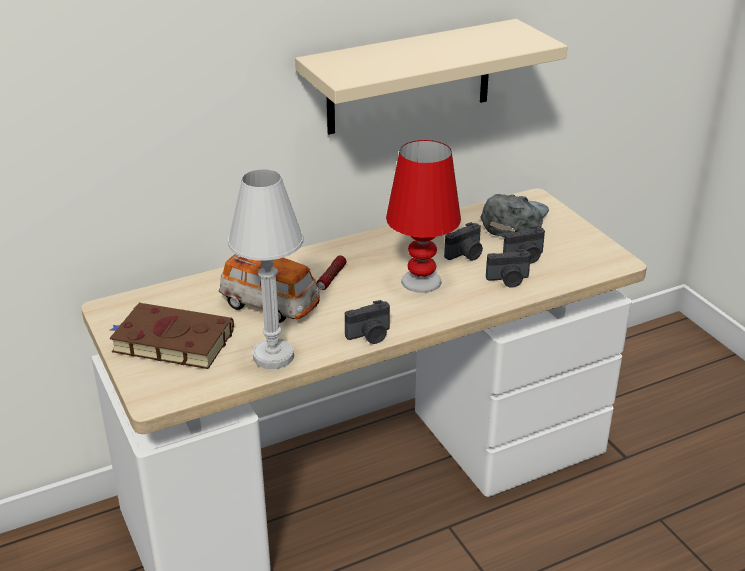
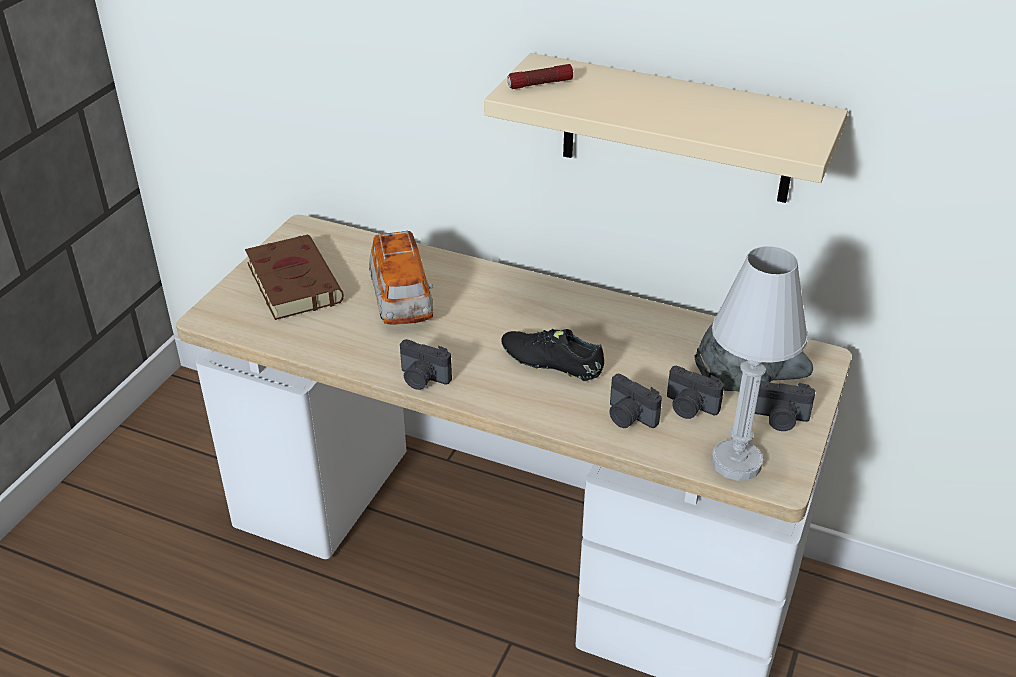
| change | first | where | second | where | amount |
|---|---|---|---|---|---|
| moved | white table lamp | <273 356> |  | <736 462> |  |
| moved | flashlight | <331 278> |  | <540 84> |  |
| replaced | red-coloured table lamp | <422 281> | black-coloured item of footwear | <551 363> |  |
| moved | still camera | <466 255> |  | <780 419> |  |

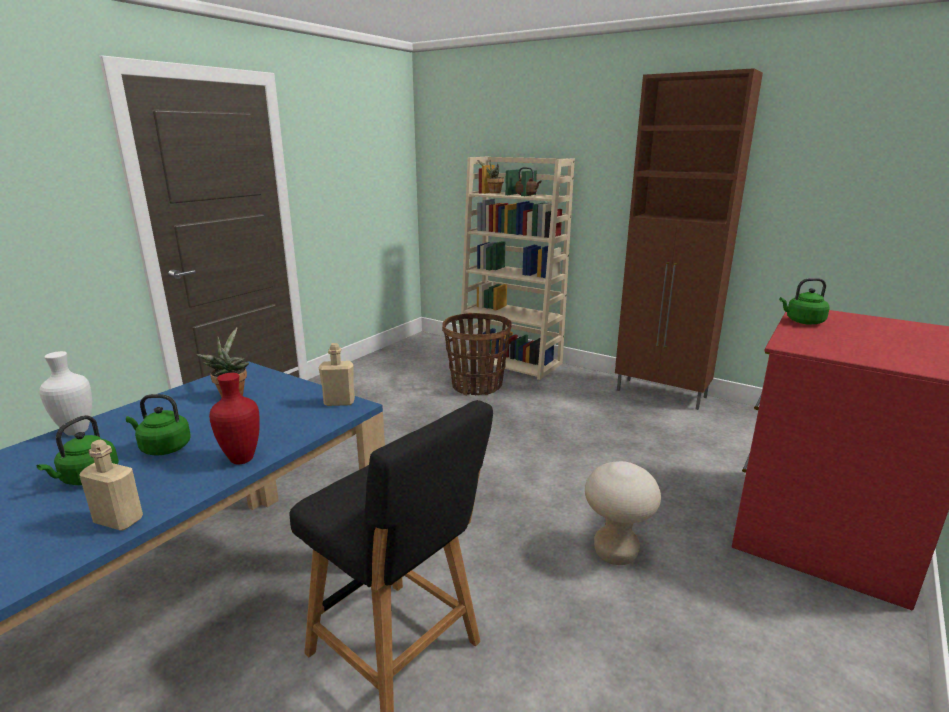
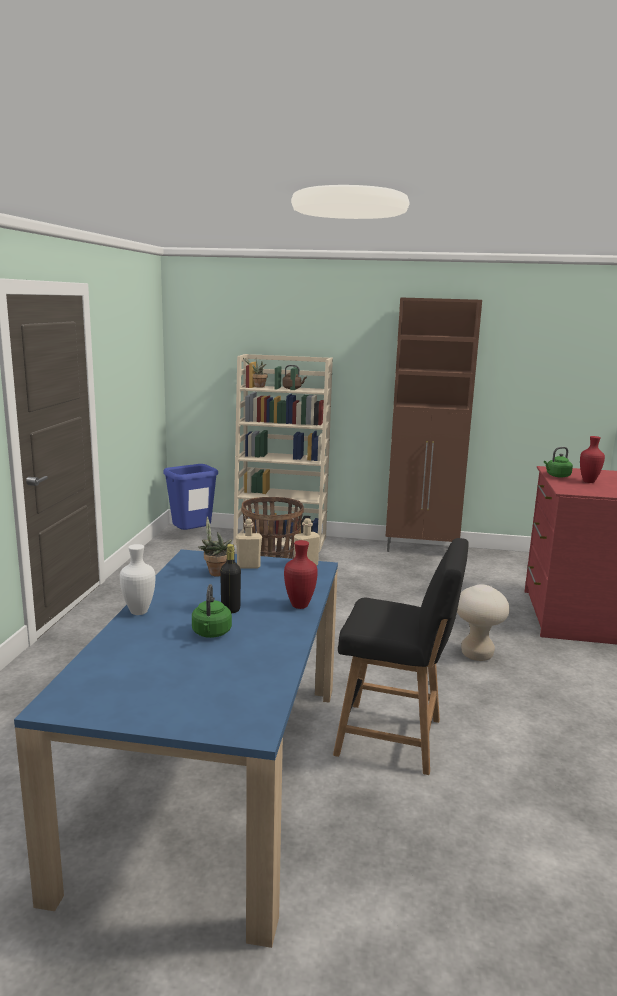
| change | first | where | second | where | amount |
|---|---|---|---|---|---|
| moved | beige-coloured beverage bottle | <119 521> |  | <248 566> |  |
| replaced | greenish tea kettle | <163 448> | black-coloured beverage bottle | <230 609> |  |
| added |  |  | blue-coloured trash can | <191 536> |  |
| added |  |  | red-coloured decorative vase | <589 482> |  |

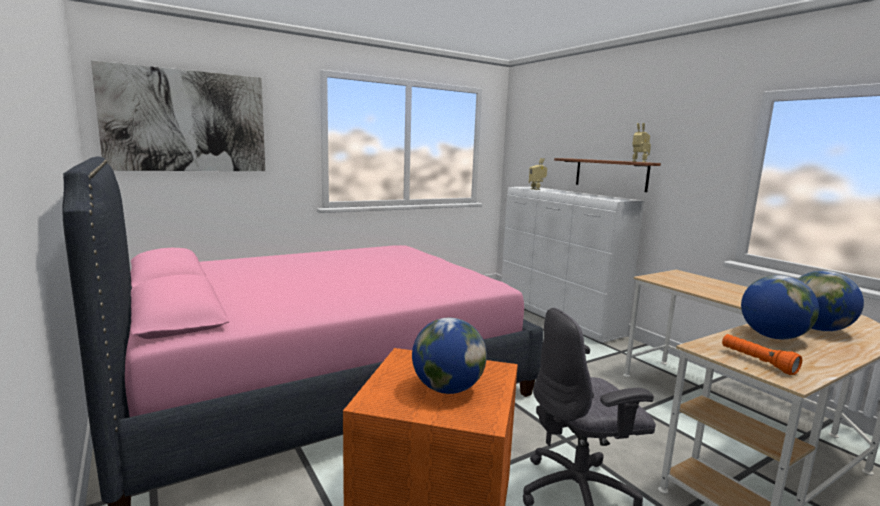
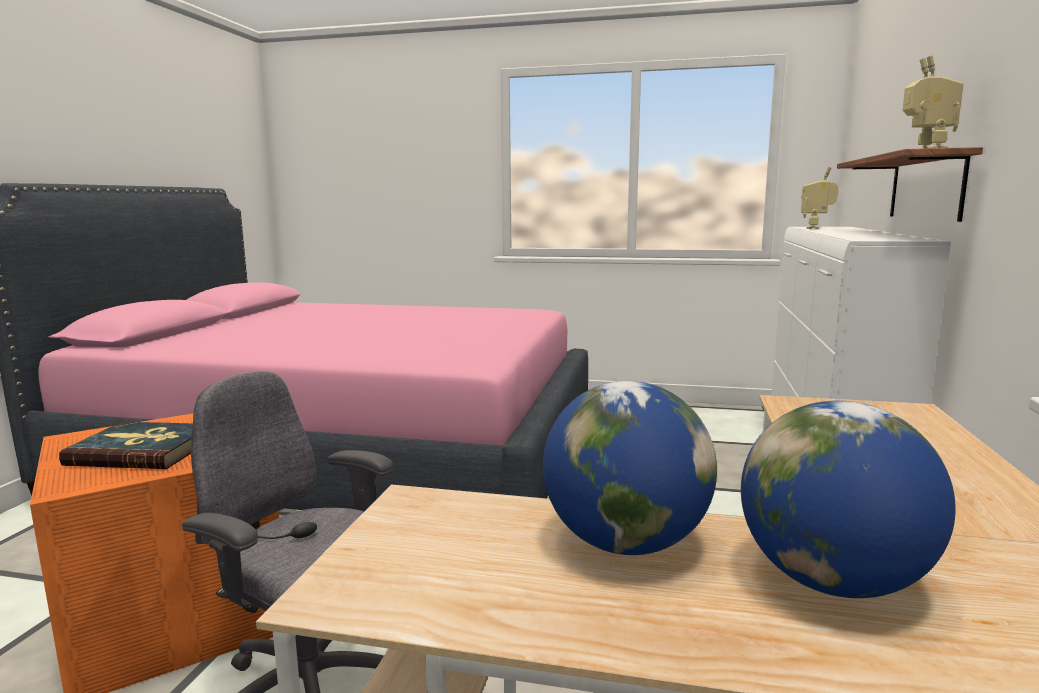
| change | first | where | second | where | amount |
|---|---|---|---|---|---|
| removed | wall picture | <186 121> |  |  |  |
| replaced | world globe | <447 389> | volume | <143 451> |  |
| removed | orangey flashlight | <757 361> |  |  |  |

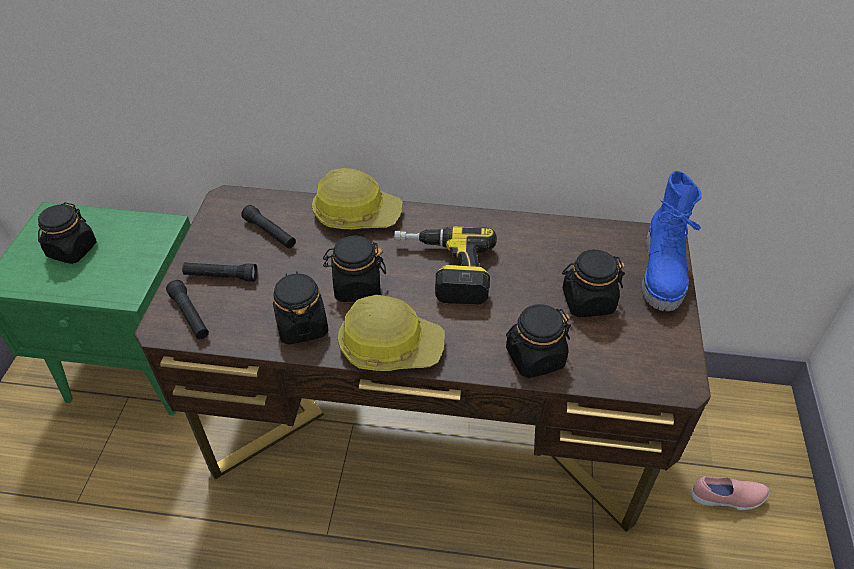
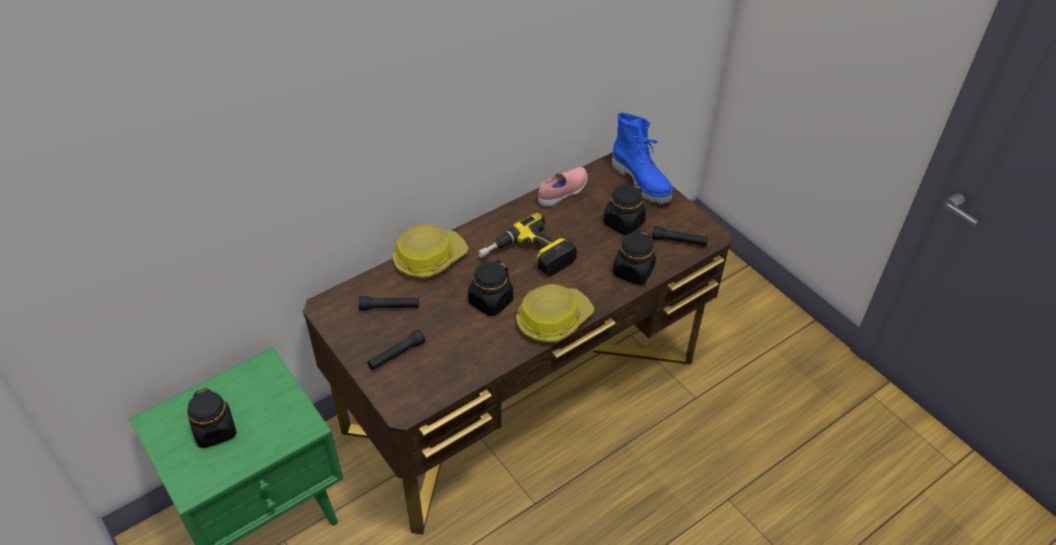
| change | first | where | second | where | amount |
|---|---|---|---|---|---|
| moved | black-coloured flashlight | <190 315> |  | <679 241> |  |
| removed | black-coloured storage jar | <302 325> |  |  |  |
| moved | pink item of footwear | <727 498> |  | <563 193> |  |

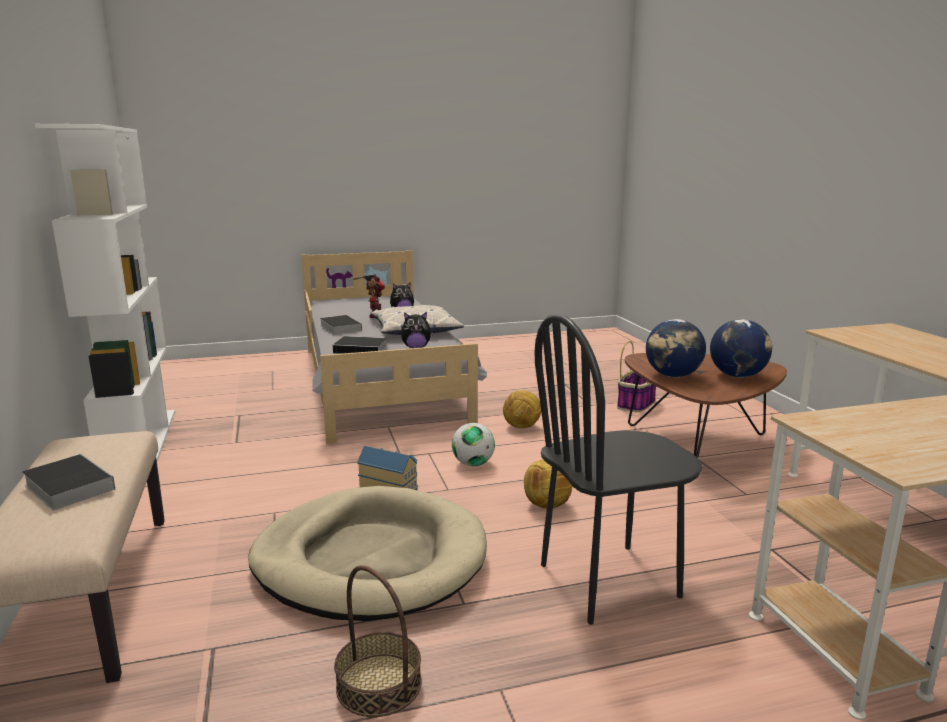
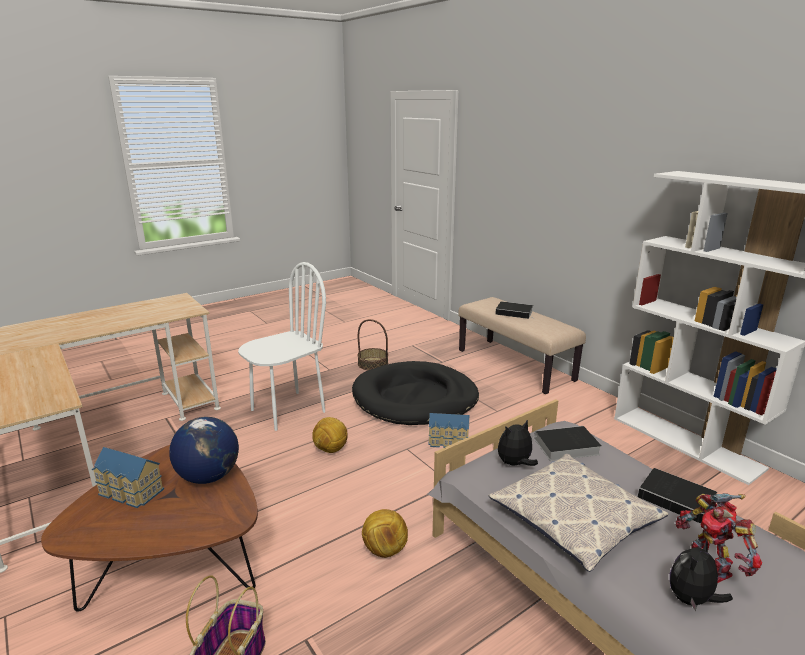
| change | first | where | second | where | amount |
|---|---|---|---|---|---|
| recoloured | beige-coloured dog bed | <370 559> | black-coloured dog bed | <415 398> |  |
| removed | ball for football | <473 464> |  |  |  |
| recoloured | black-coloured upright chair | <609 581> | white upright chair | <287 410> |  |
| replaced | world globe | <737 375> | toy house | <130 492> |  |

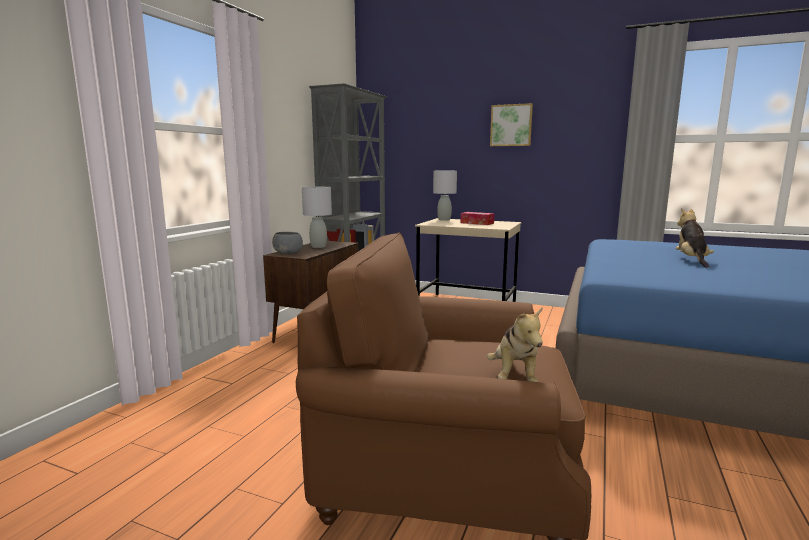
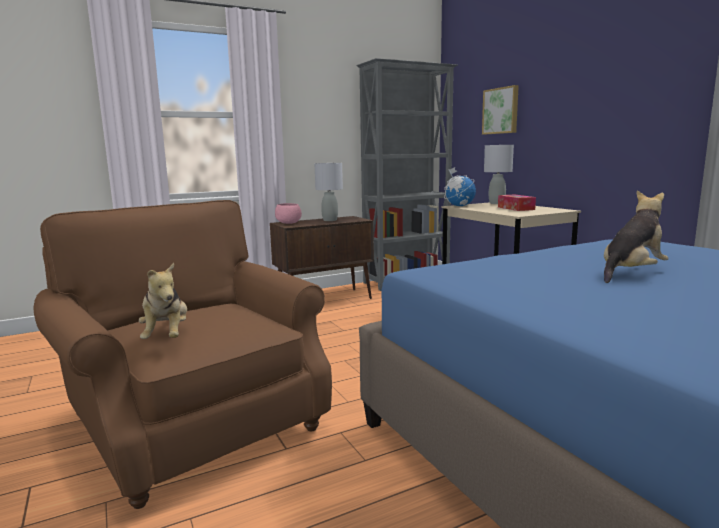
| change | first | where | second | where | amount |
|---|---|---|---|---|---|
| recoloured | gray deep dish | <288 253> | pink deep dish | <288 223> |  |
| turned | soft toy | <514 377> |  | <167 336> | 60 degrees counterclockwise |
| moved | wall picture | <511 125> |  | <501 111> |  |
| added |  |  | world globe | <459 206> |  |

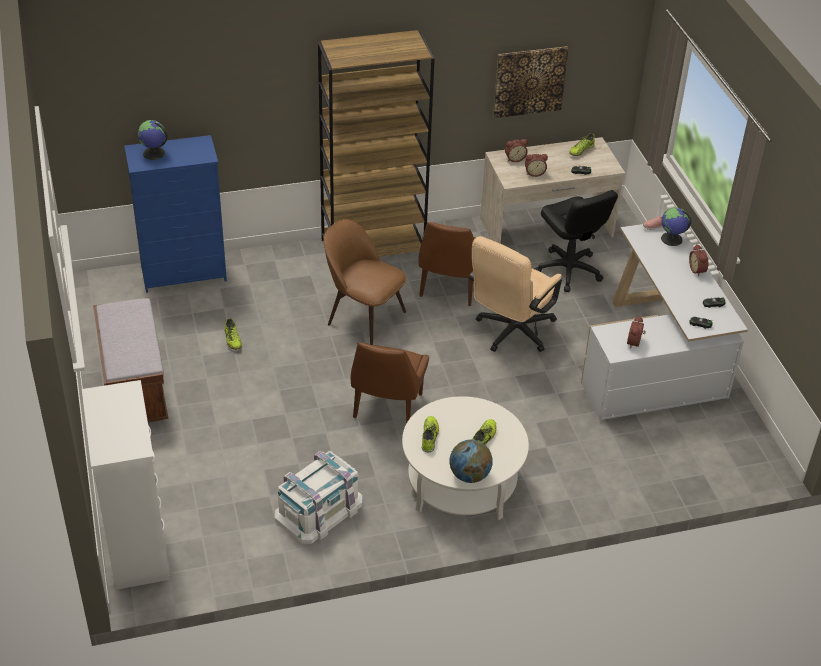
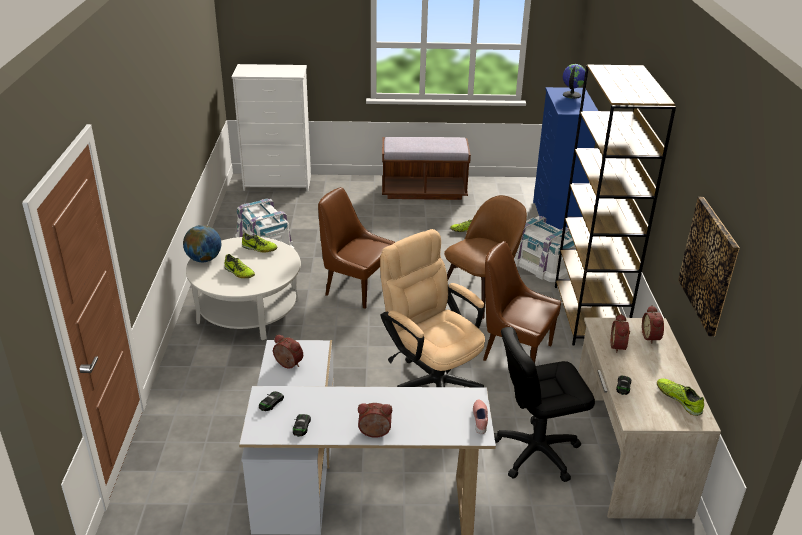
| change | first | where | second | where | amount |
|---|---|---|---|---|---|
| removed | world globe | <671 239> |  |  |  |
| added |  |  | white storage bin | <541 263> |  |

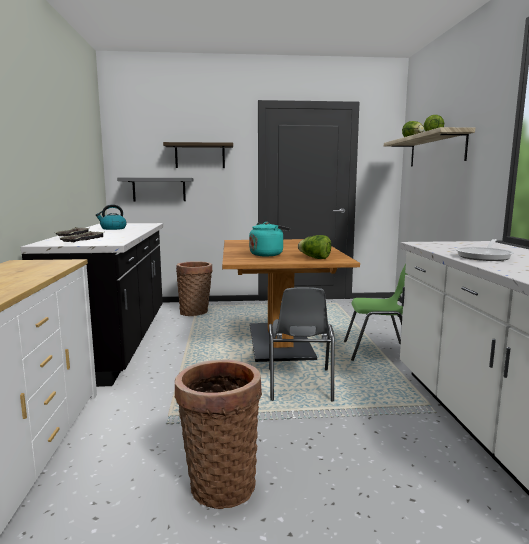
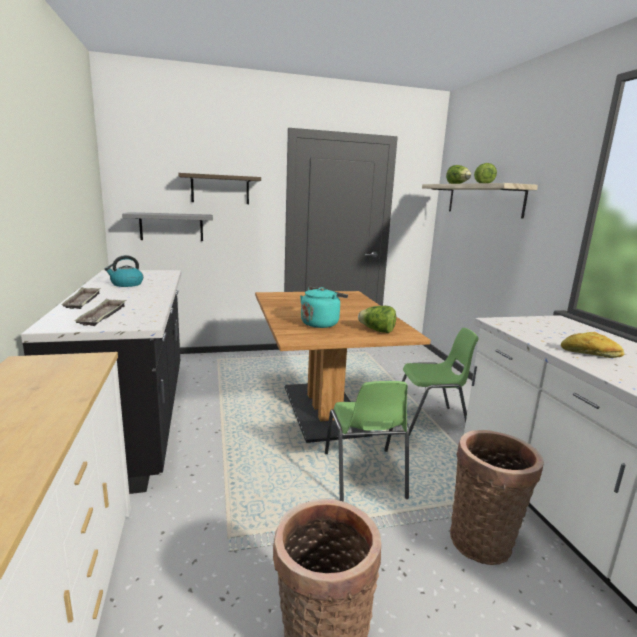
| change | first | where | second | where | amount |
|---|---|---|---|---|---|
| moved | basket | <195 312> |  | <483 539> |  |
| recoloured | gray upright chair | <299 385> | greenish upright chair | <364 476> |  |
| replaced | skillet | <485 256> | bread | <590 354> |  |

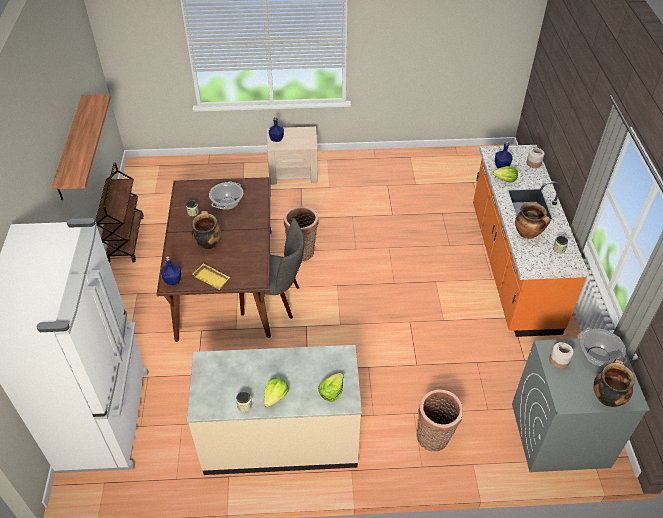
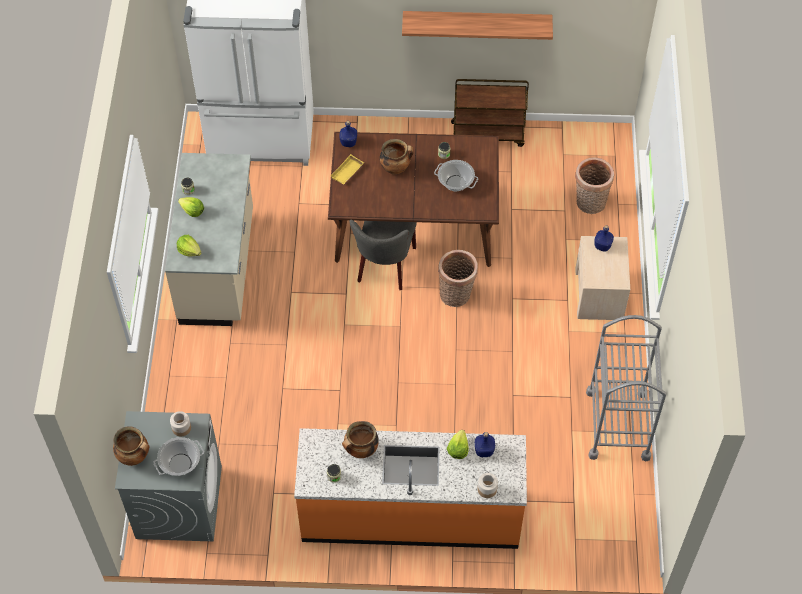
| change | first | where | second | where | amount |
|---|---|---|---|---|---|
| moved | basket | <434 438> |  | <589 204> |  |
| added |  |  | gray trolley | <618 424> |  |

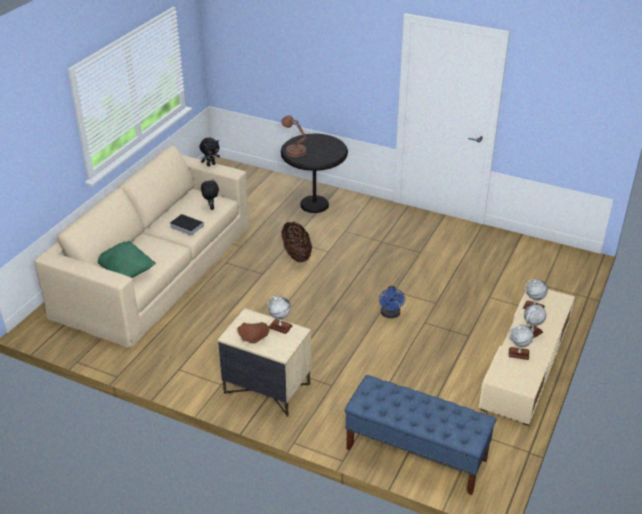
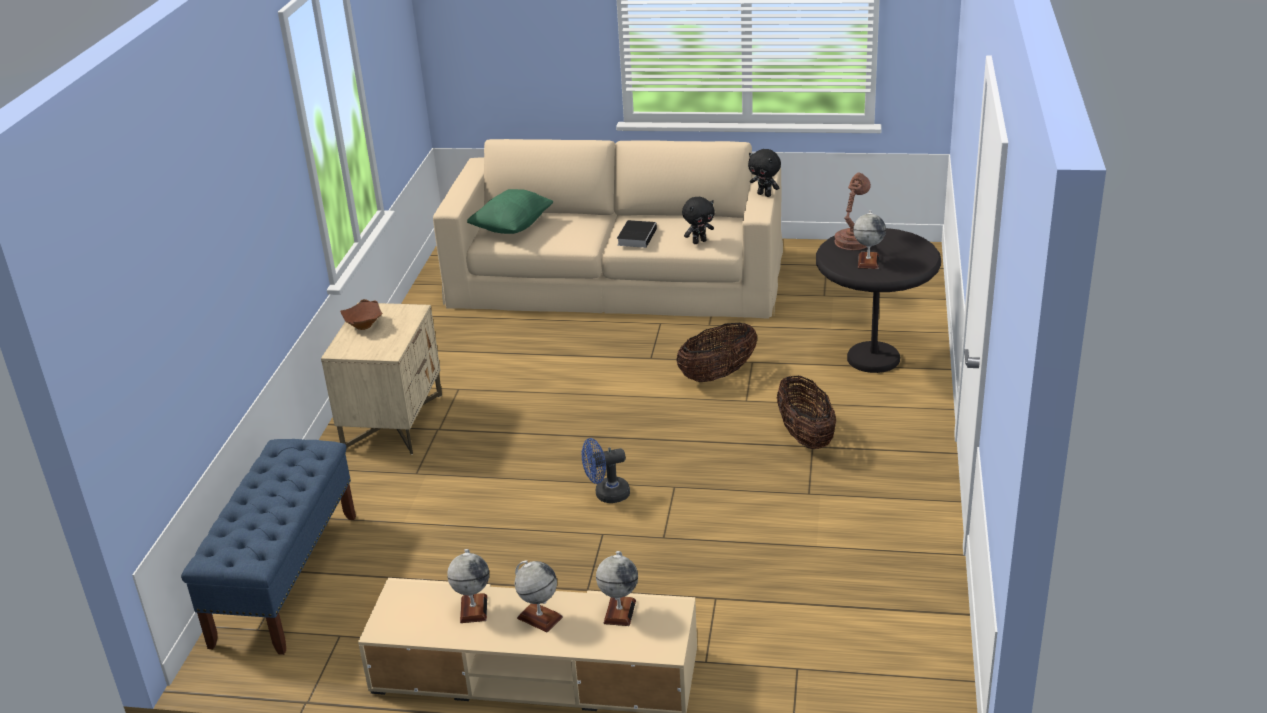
| change | first | where | second | where | amount |
|---|---|---|---|---|---|
| moved | world globe | <280 326> |  | <868 261> |  |
| added |  |  | basket | <805 436> |  |

